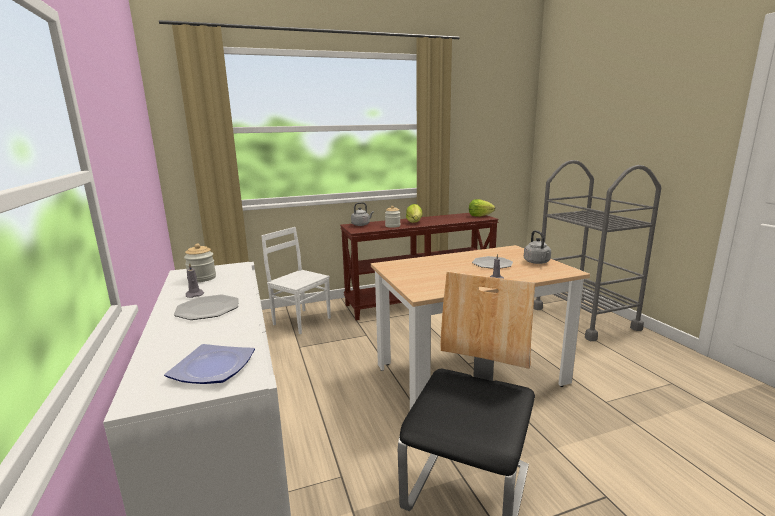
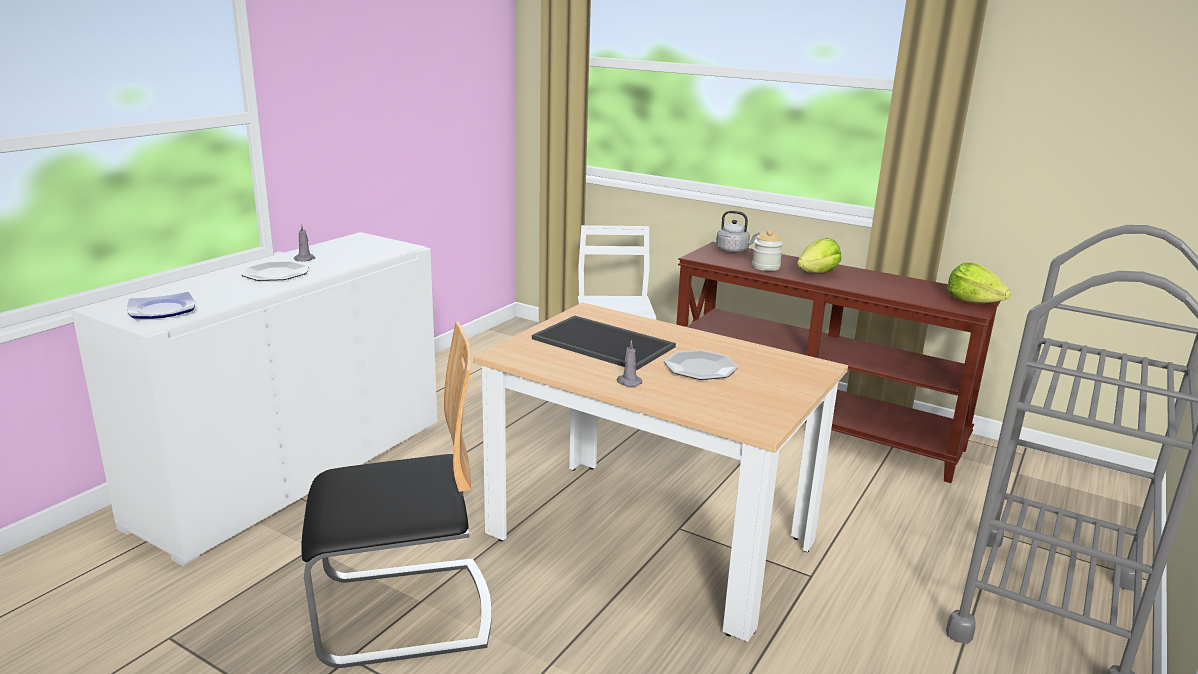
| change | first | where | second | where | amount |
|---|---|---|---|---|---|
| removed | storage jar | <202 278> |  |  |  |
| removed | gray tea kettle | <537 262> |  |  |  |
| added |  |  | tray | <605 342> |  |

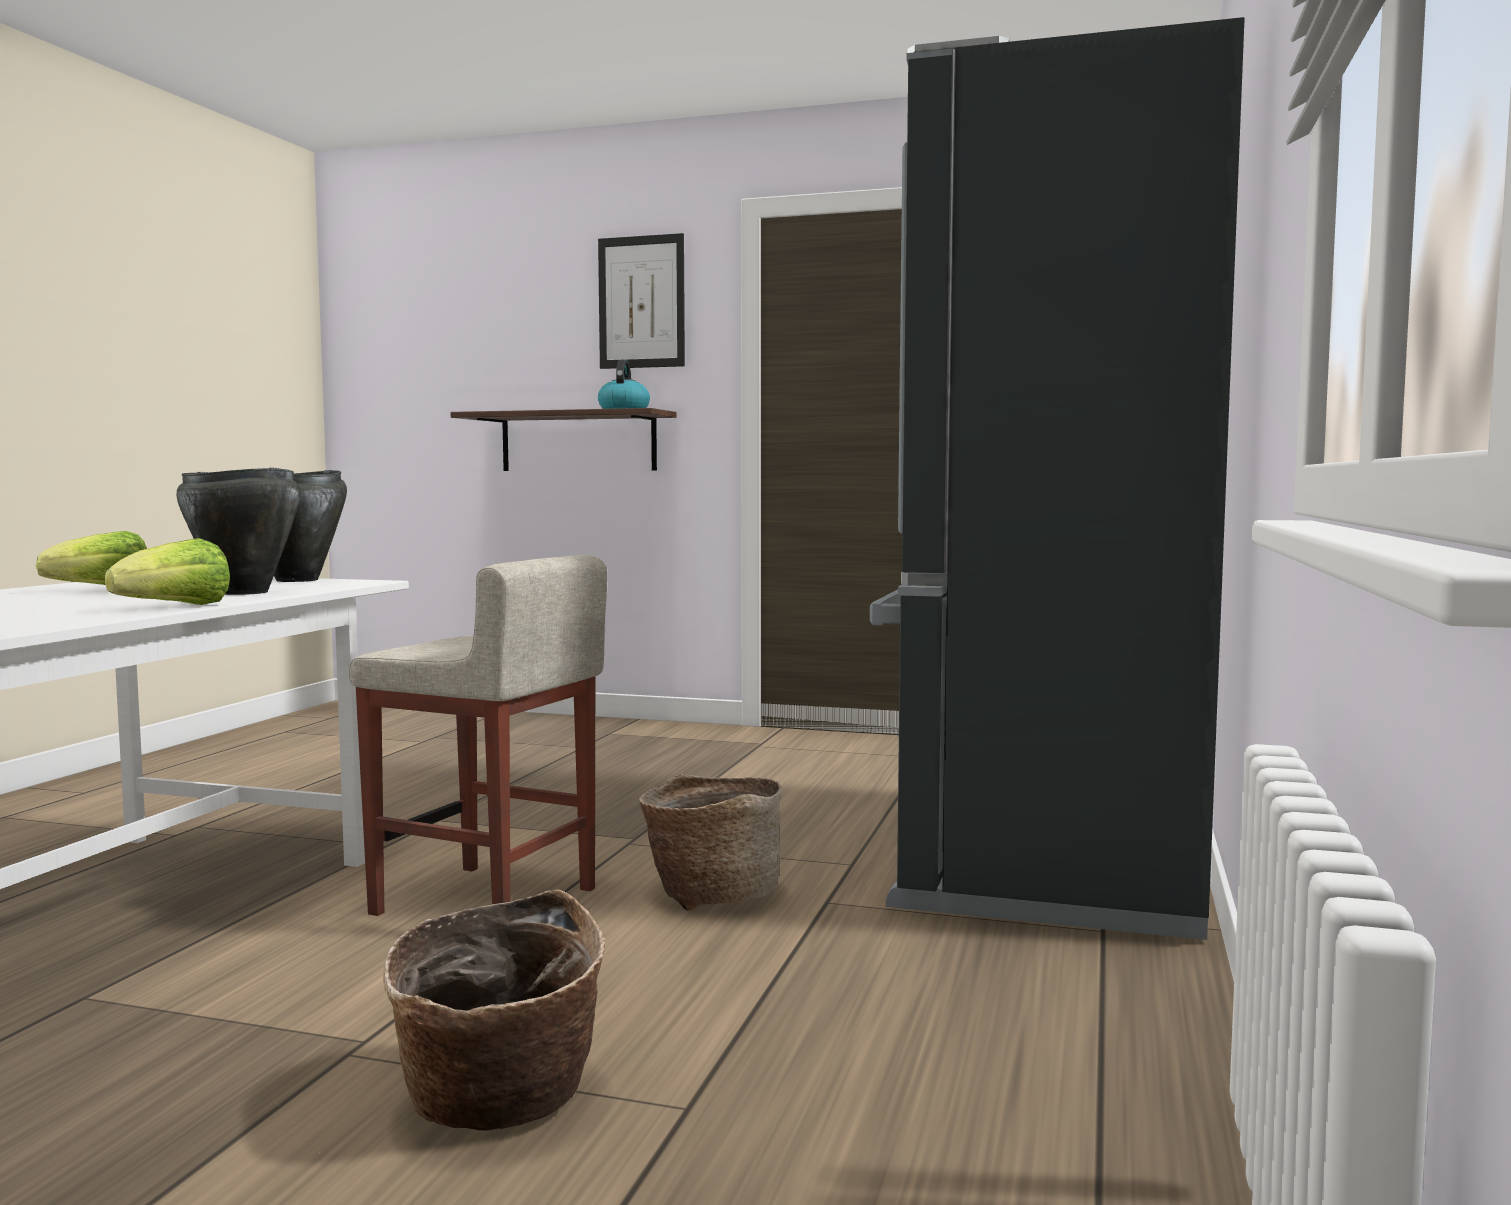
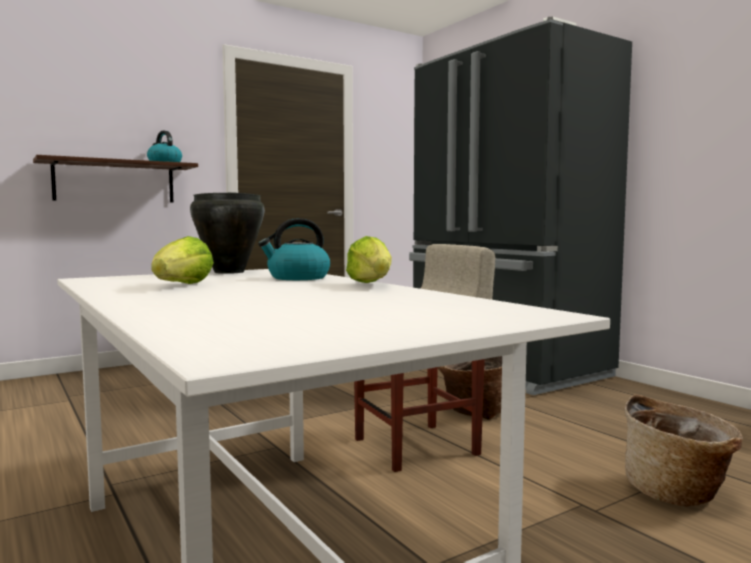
| change | first | where | second | where | amount |
|---|---|---|---|---|---|
| replaced | black-coloured saucepot | <243 592> | tea kettle | <297 278> |  |
| removed | wall picture | <641 302> |  |  |  |

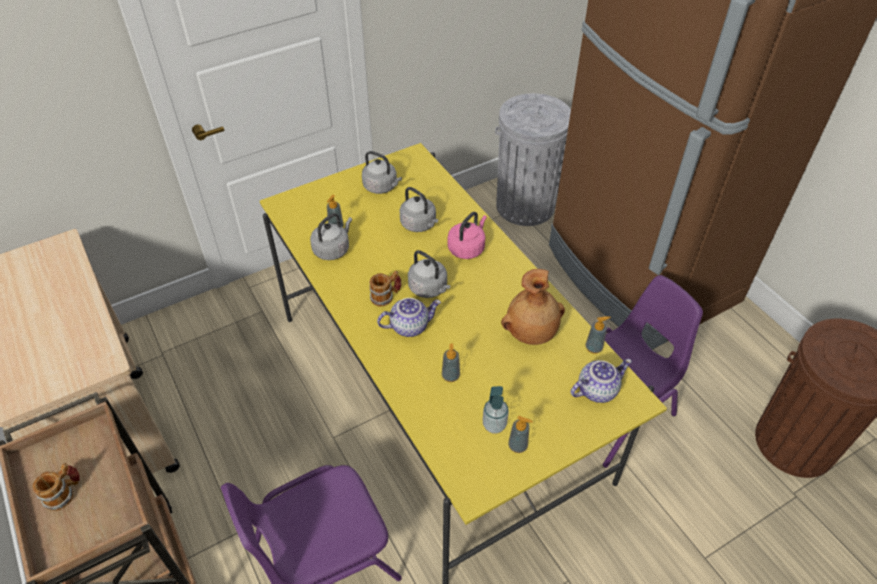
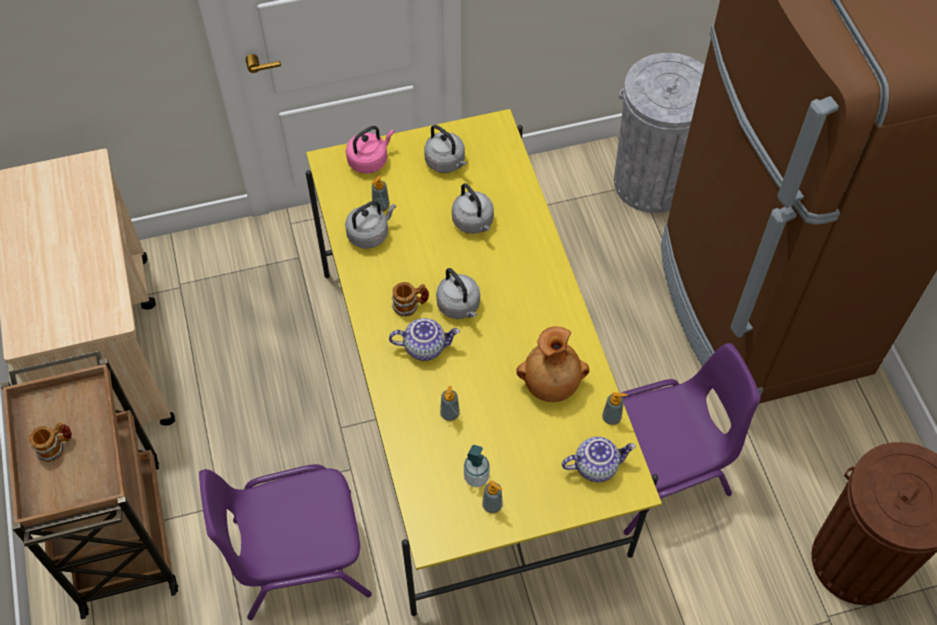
| change | first | where | second | where | amount |
|---|---|---|---|---|---|
| moved | pink tea kettle | <467 248> |  | <369 160> |  |

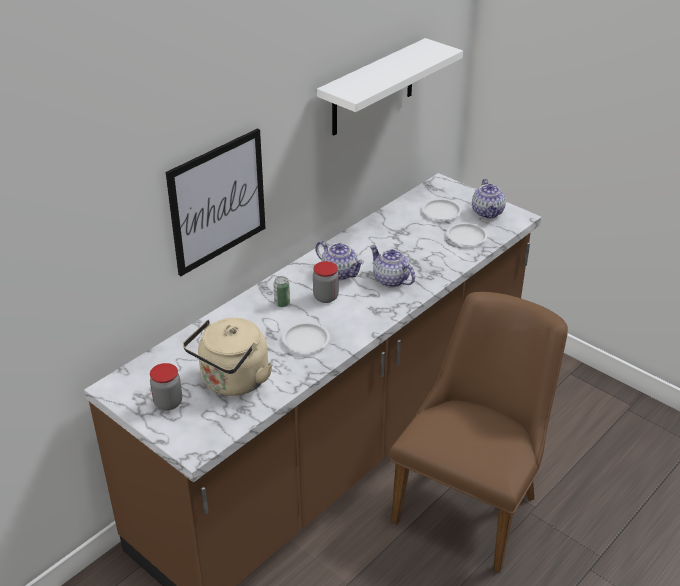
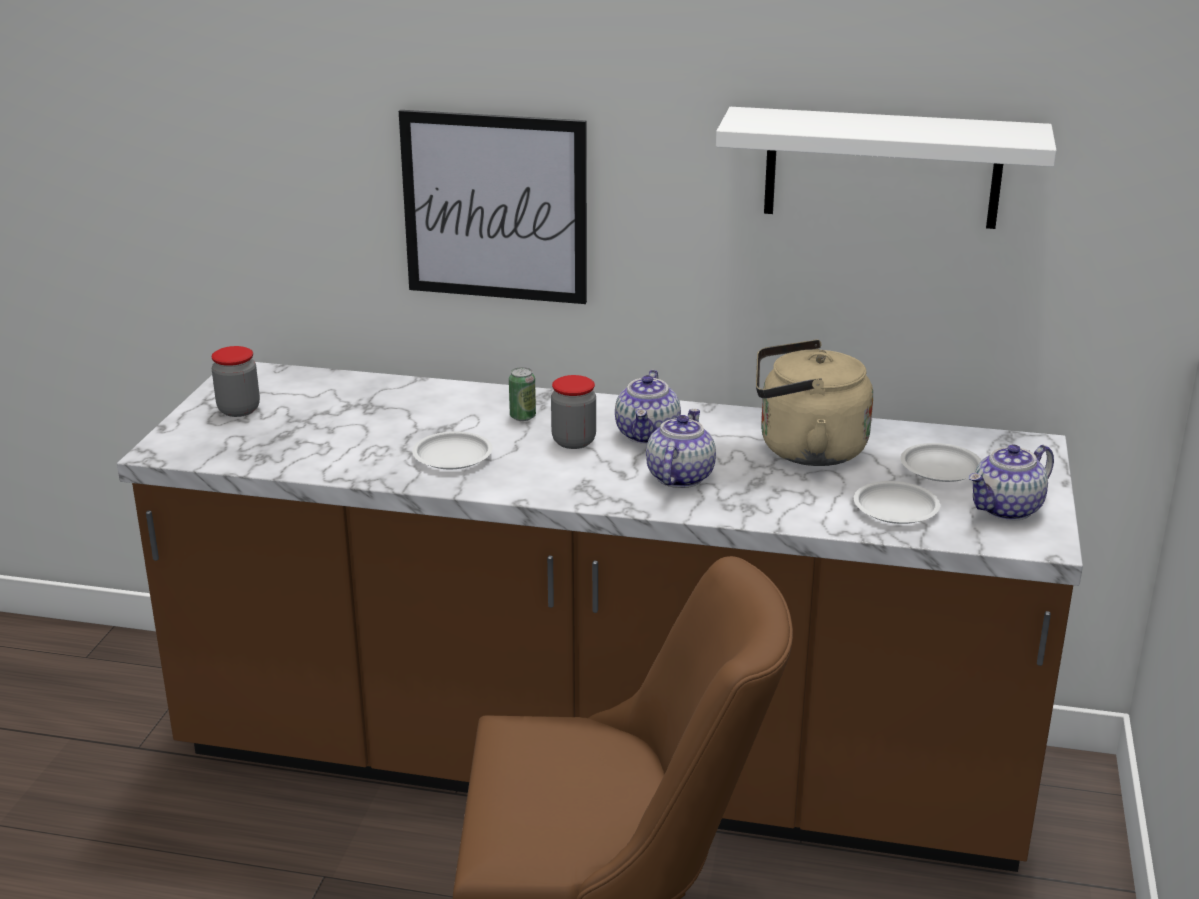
| change | first | where | second | where | amount |
|---|---|---|---|---|---|
| moved | beige-coloured tea kettle | <232 382> |  | <805 450> |  |

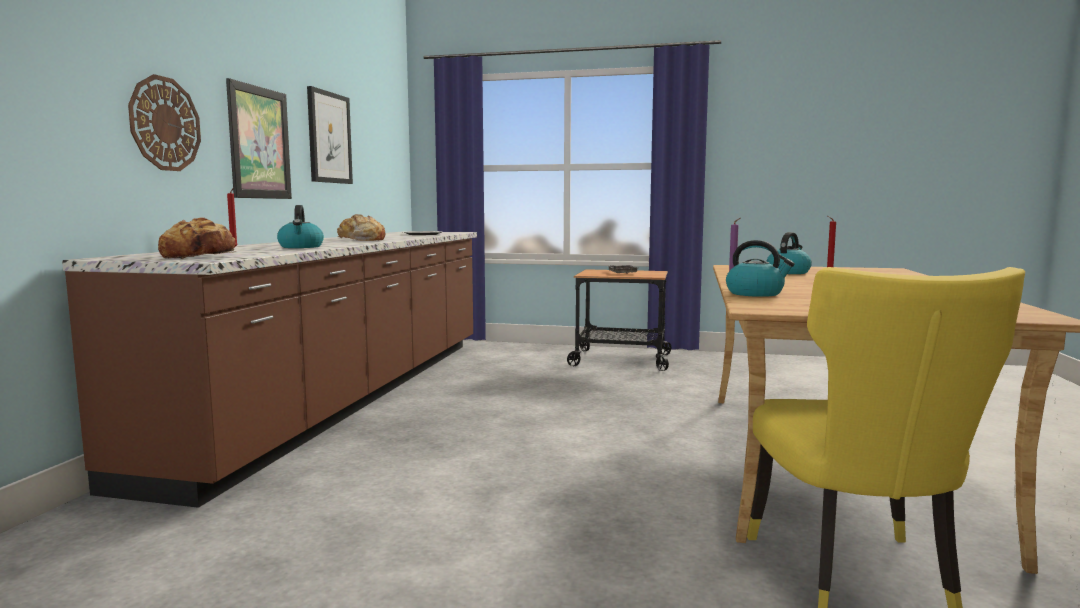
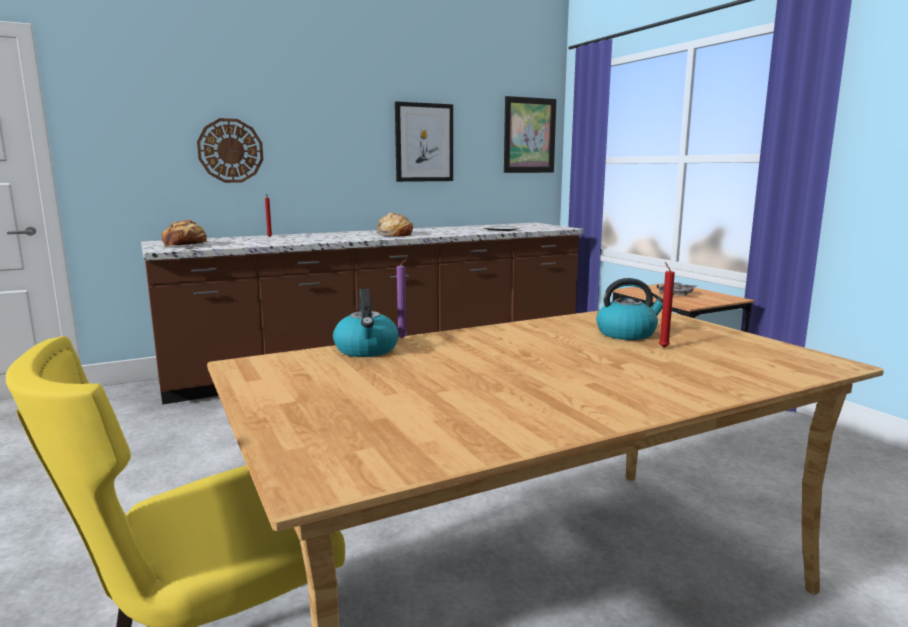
| change | first | where | second | where | amount |
|---|---|---|---|---|---|
| moved | wall picture | <259 143> |  | <529 135> |  |
| removed | tea kettle | <301 247> |  |  |  |

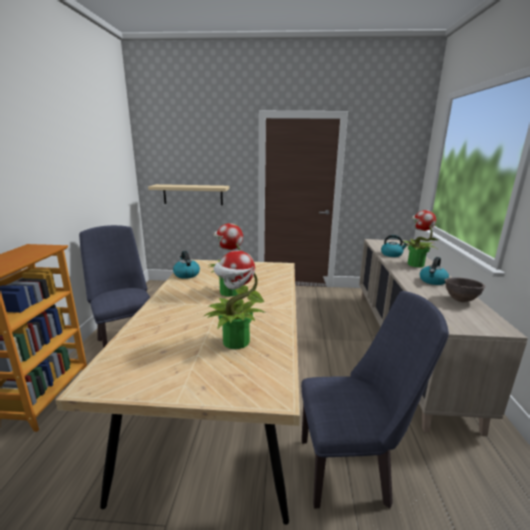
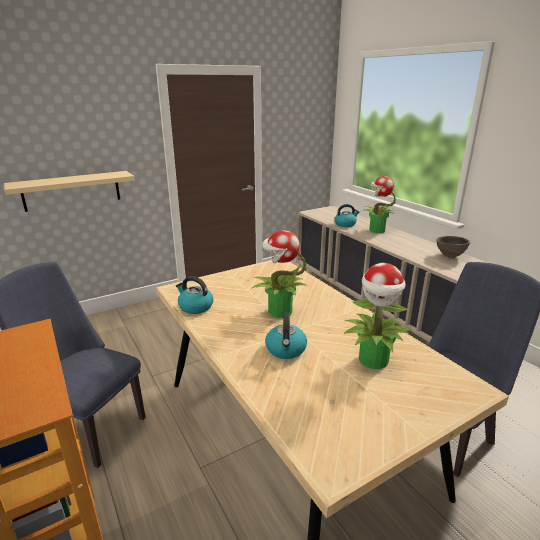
| change | first | where | second | where | amount |
|---|---|---|---|---|---|
| moved | tea kettle | <432 281> |  | <286 350> |  |

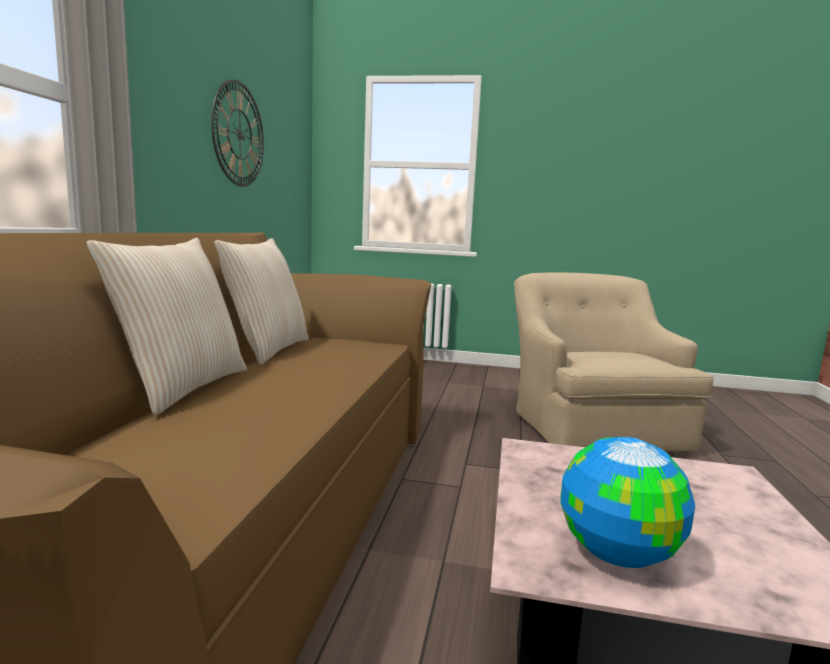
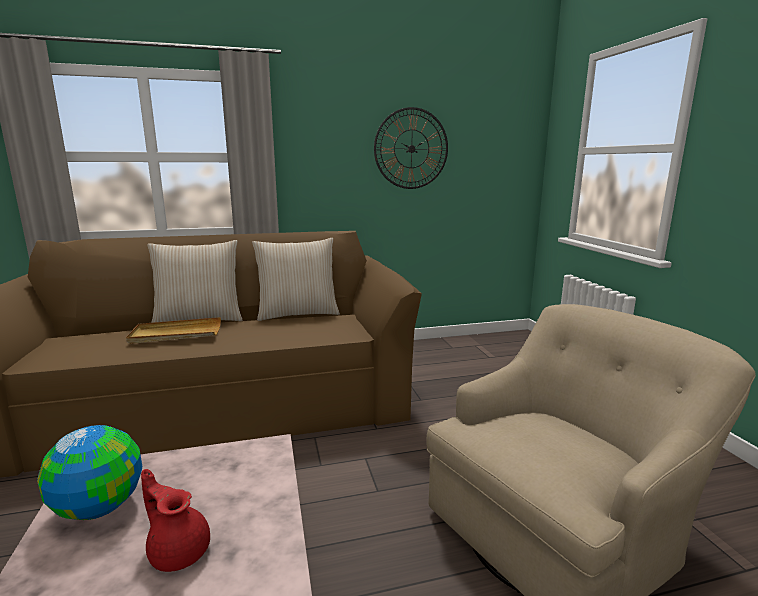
| change | first | where | second | where | amount |
|---|---|---|---|---|---|
| added |  |  | beige-coloured tray | <176 334> |  |
| added |  |  | red-coloured teapot | <178 550> |  |

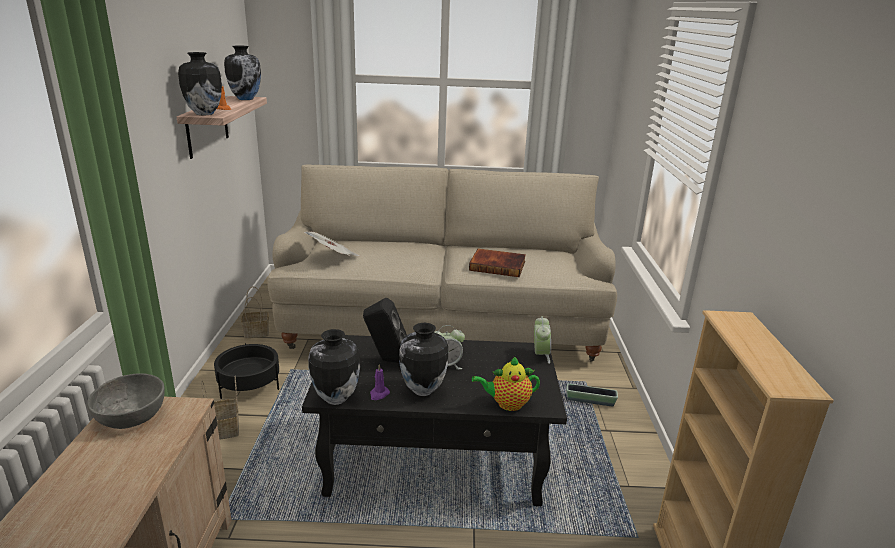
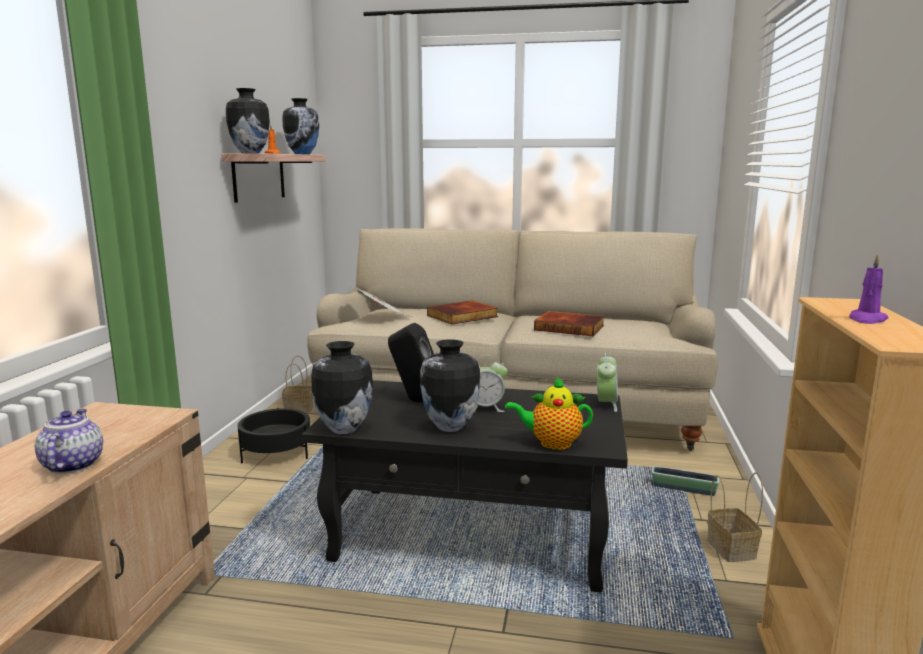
| change | first | where | second | where | amount |
|---|---|---|---|---|---|
| removed | gray deep dish | <131 416> |  |  |  |
| moved | basket | <225 428> |  | <729 548> |  |
| moved | purple-coloured candle | <379 394> |  | <867 320> |  |
| added |  |  | teapot | <72 464> |  |
| added |  |  | volume | <462 316> |  |

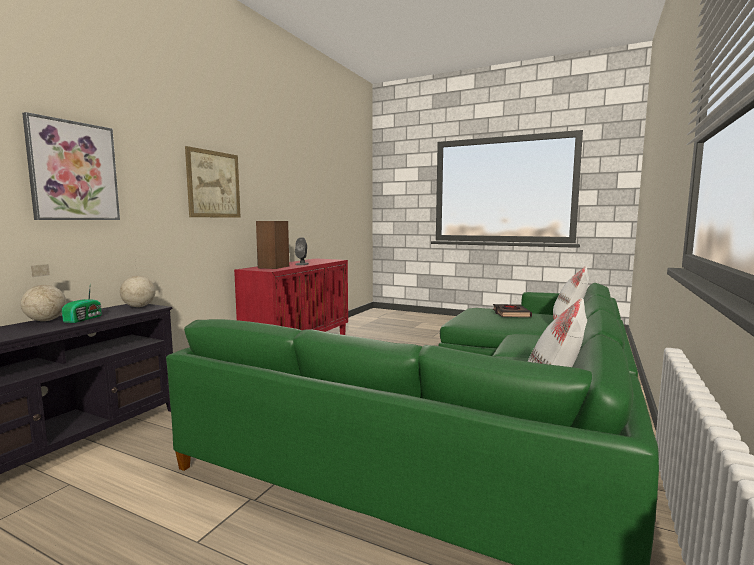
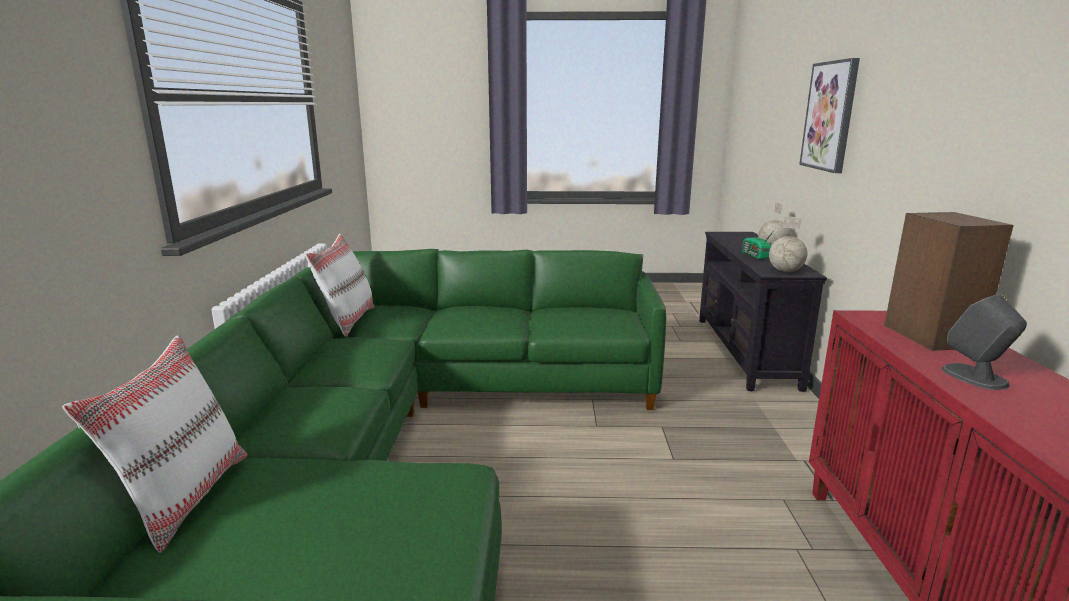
| change | first | where | second | where | amount |
|---|---|---|---|---|---|
| removed | wall picture | <213 184> |  |  |  |
| removed | black-coloured volume | <511 314> |  |  |  |

